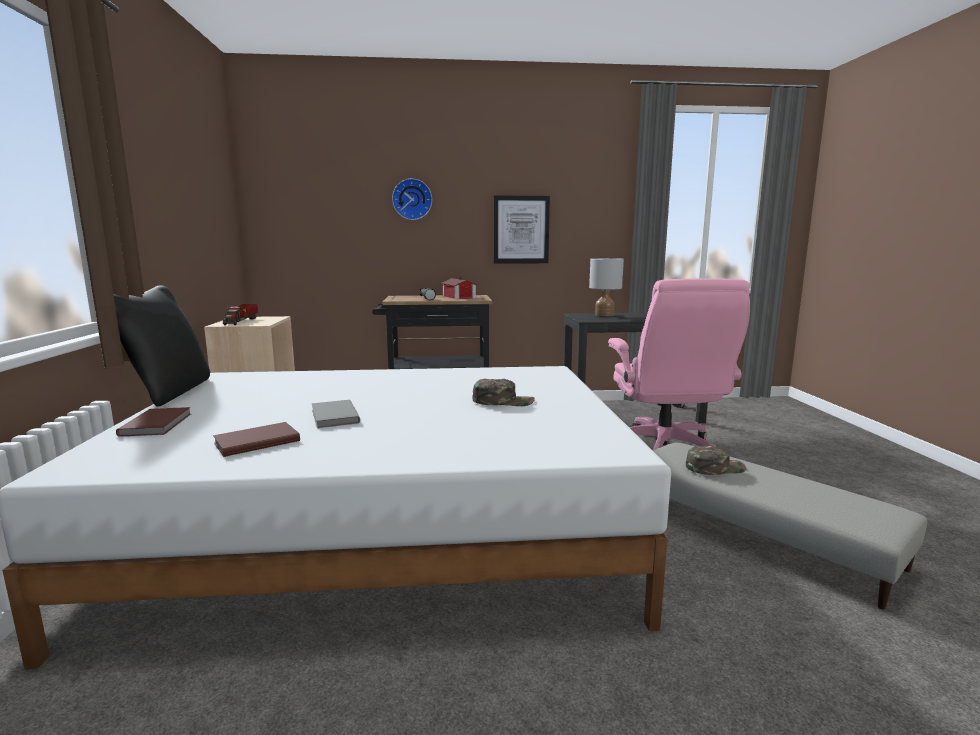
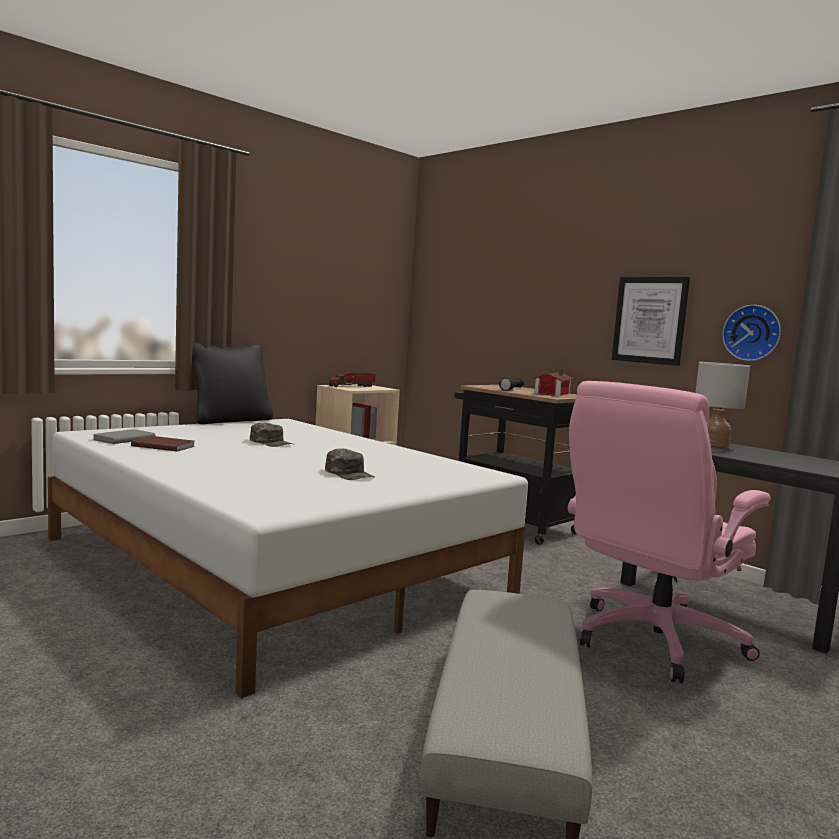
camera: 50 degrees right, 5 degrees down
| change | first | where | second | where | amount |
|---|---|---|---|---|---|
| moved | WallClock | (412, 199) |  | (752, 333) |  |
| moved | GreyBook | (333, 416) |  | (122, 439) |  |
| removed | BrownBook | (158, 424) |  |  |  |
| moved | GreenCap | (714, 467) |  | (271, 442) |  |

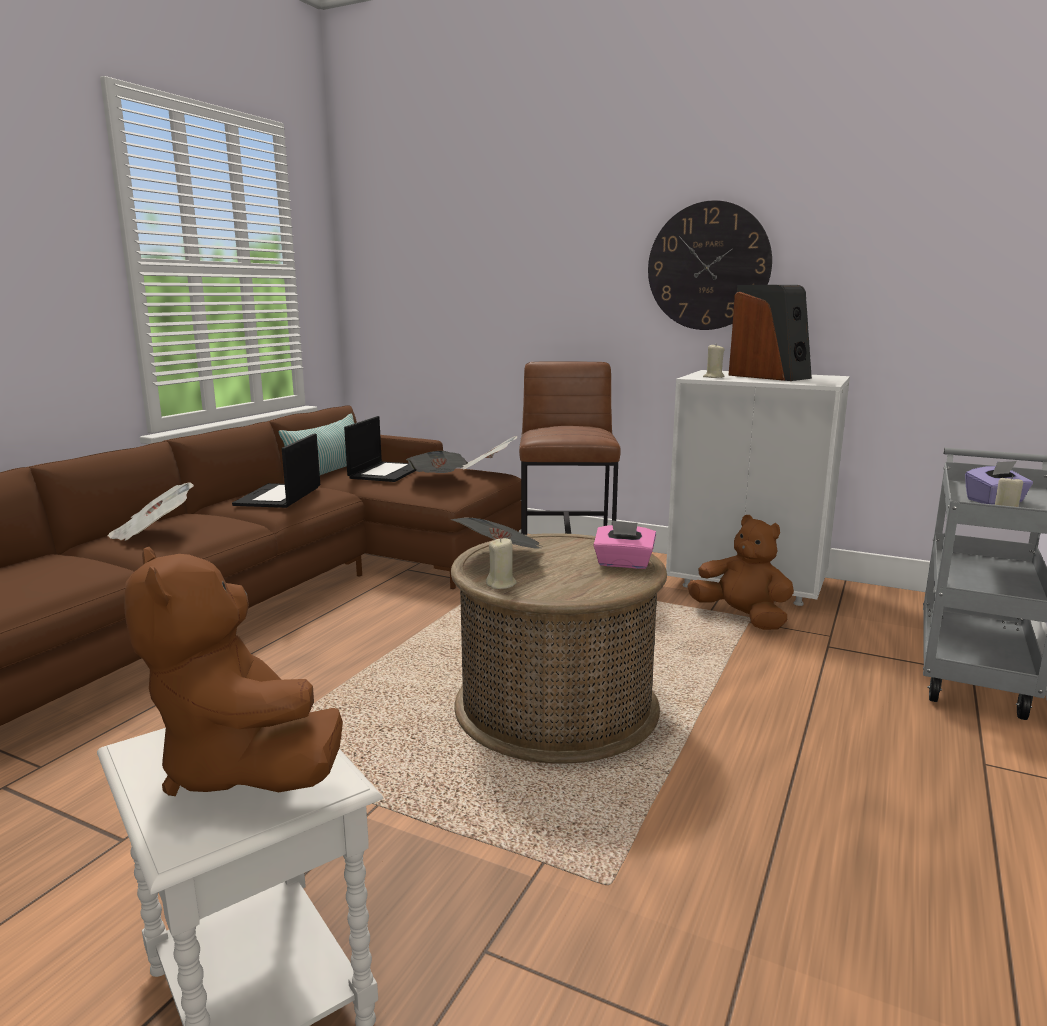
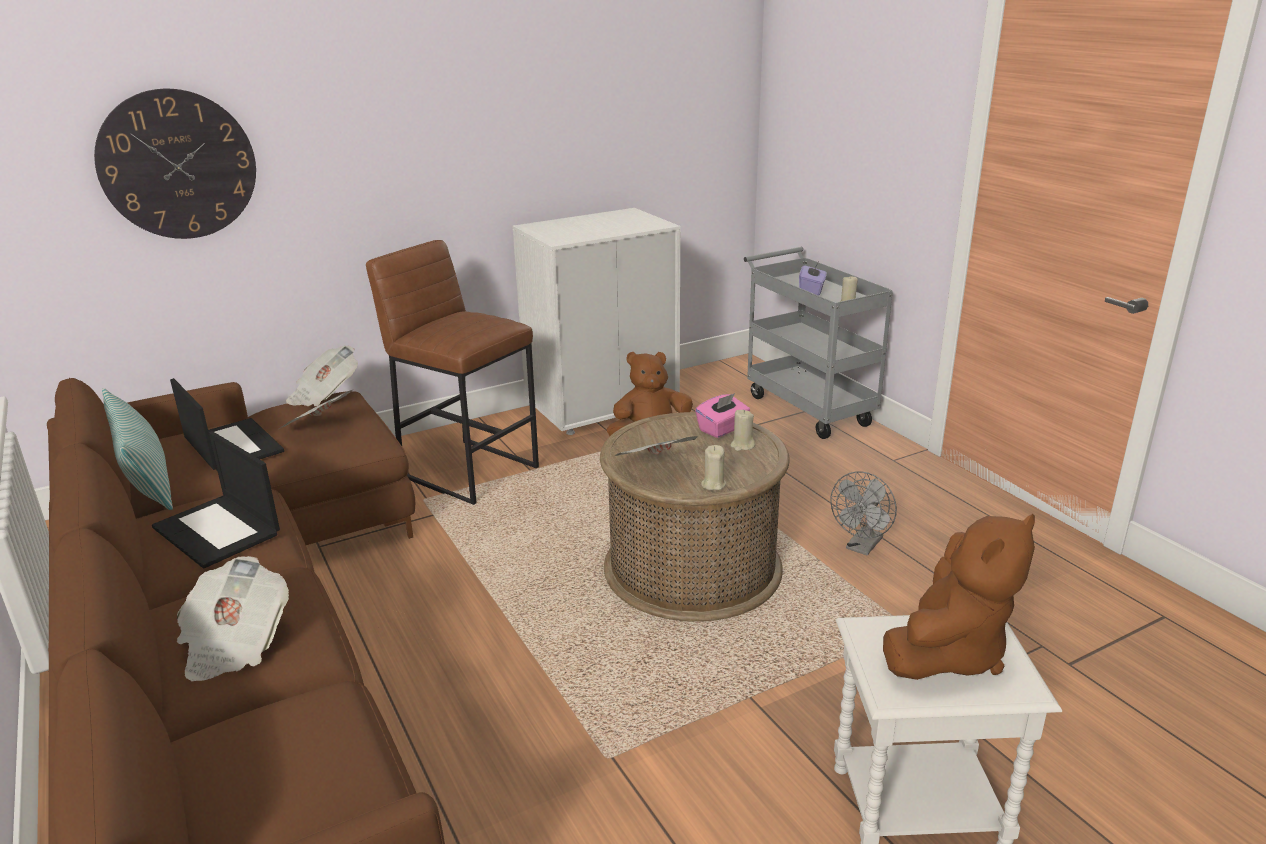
camera: 55 degrees left, 10 degrees up
| change | first | where | second | where | amount |
|---|---|---|---|---|---|
| moved | WallClock | (708, 266) |  | (178, 165) |  |
| removed | Speaker | (769, 376) |  |  |  |
| moved | BeigeCandle | (713, 377) |  | (742, 446) |  |
| turned | BrownPlushToy | (242, 767) |  | (948, 653) | 45 degrees counterclockwise |
| added |  |  | GreyFan | (862, 547) |  |

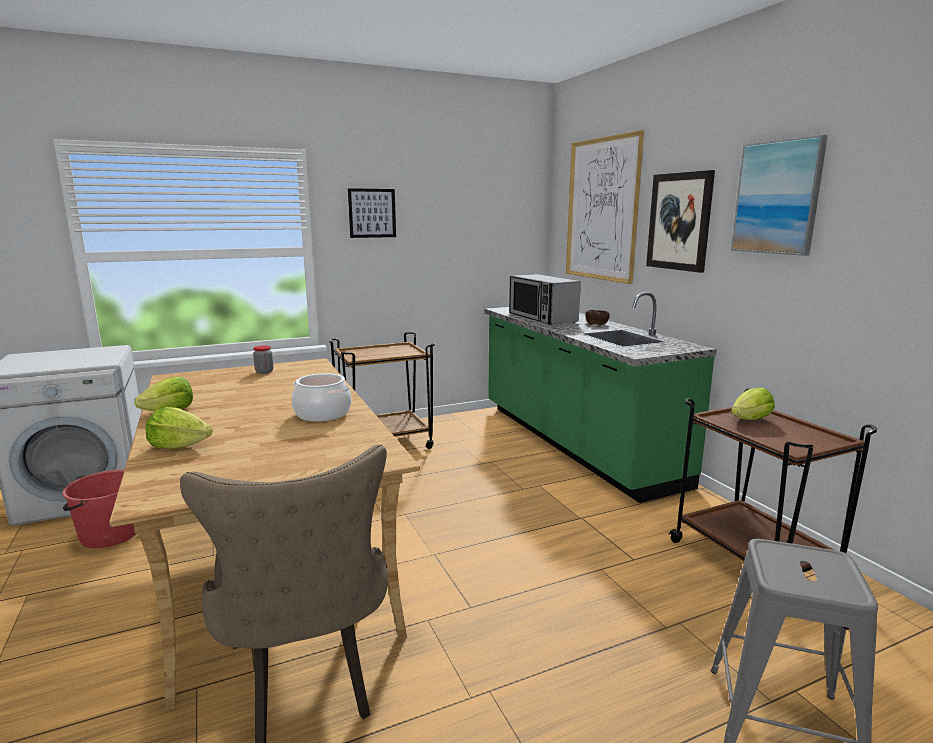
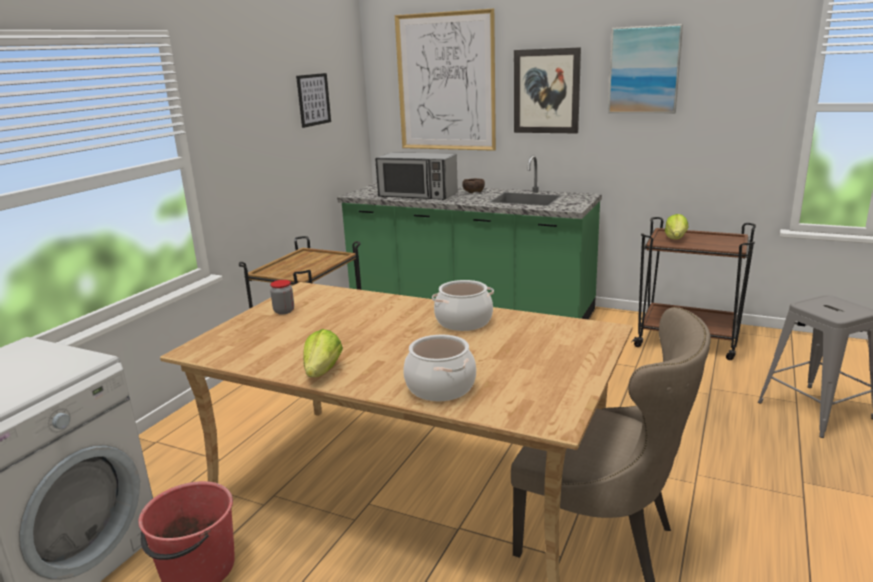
camera: 40 degrees left, 5 degrees up
| change | first | where | second | where | amount |
|---|---|---|---|---|---|
| moved | Picture | (372, 213) |  | (313, 99) |  |
| replaced | Lettuce | (179, 446) | CookingPot | (440, 387) |  |

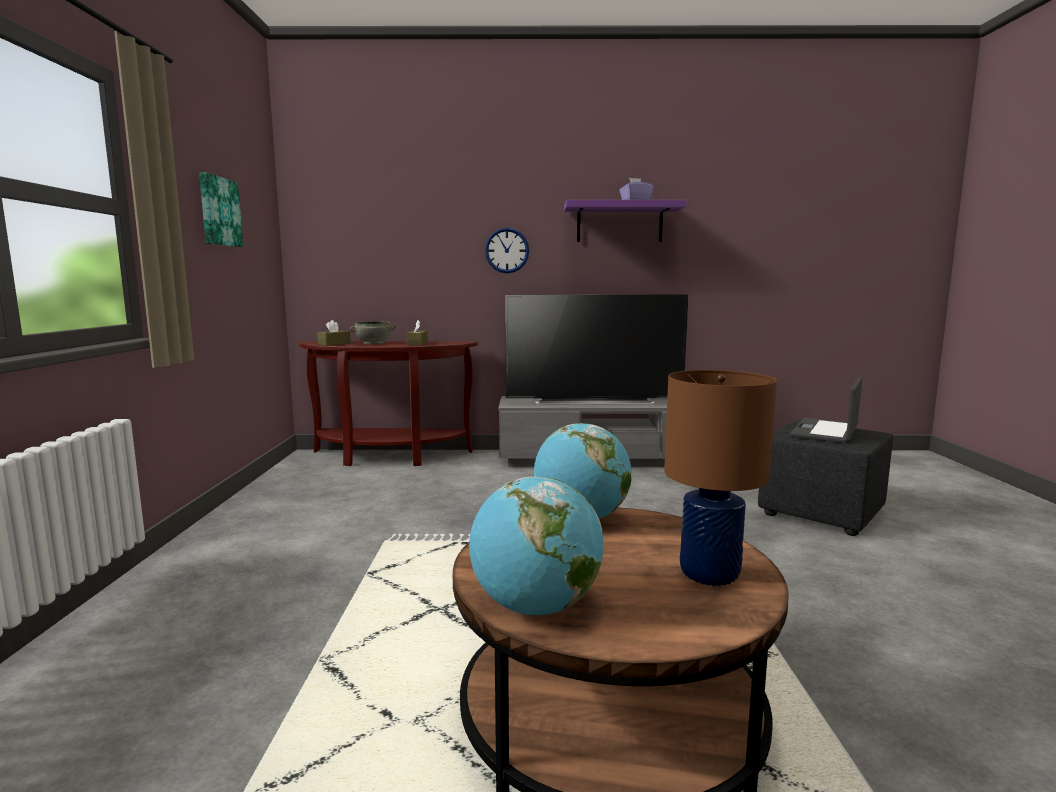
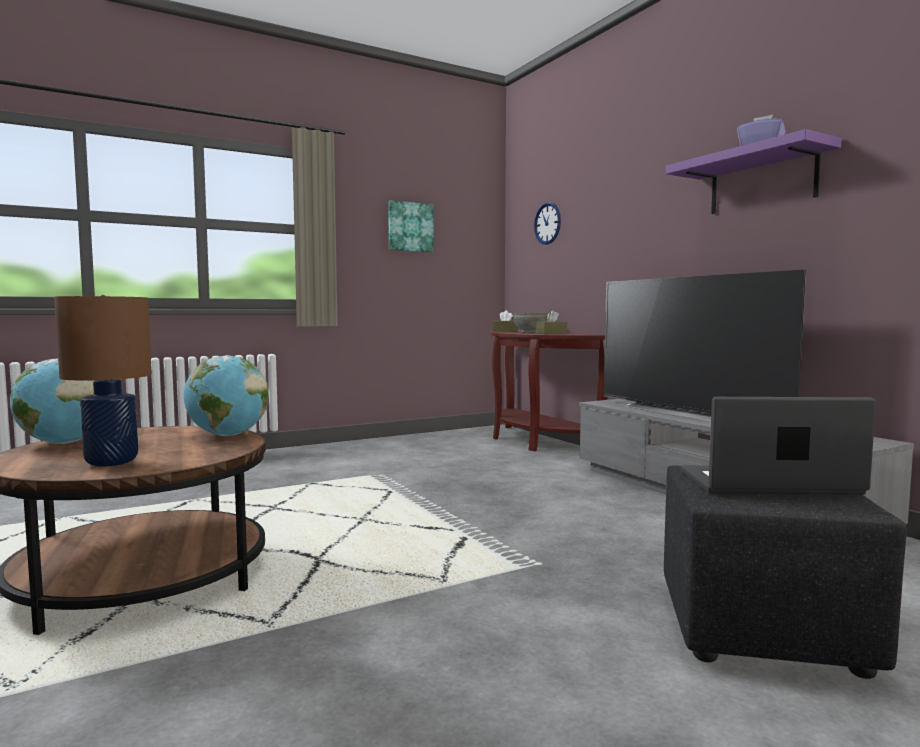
camera: 60 degrees right, 5 degrees down
| change | first | where | second | where | amount |
|---|---|---|---|---|---|
| moved | WallClock | (507, 250) |  | (547, 223) |  |

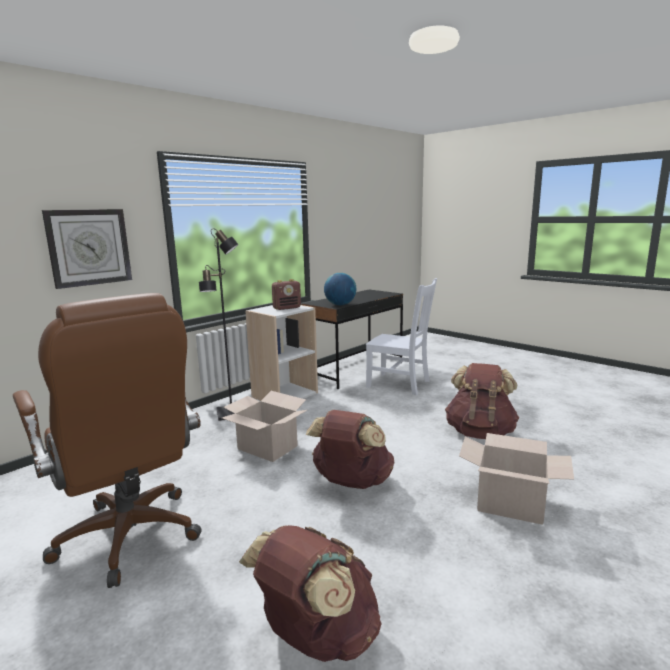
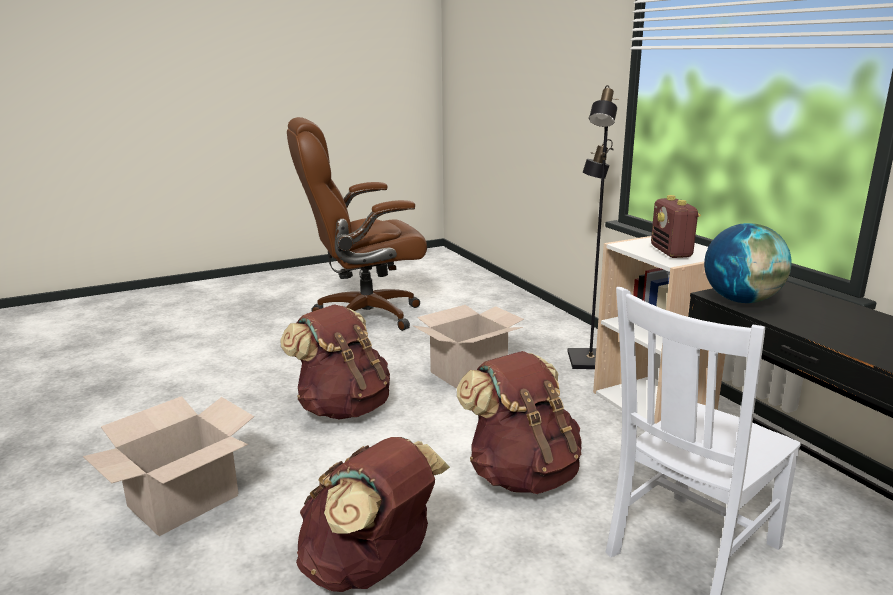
camera: 110 degrees right, 5 degrees up
| change | first | where | second | where | amount |
|---|---|---|---|---|---|
| removed | WallClock | (89, 247) |  |  |  |
| moved | BrownBackpack | (316, 637) |  | (522, 474) |  |

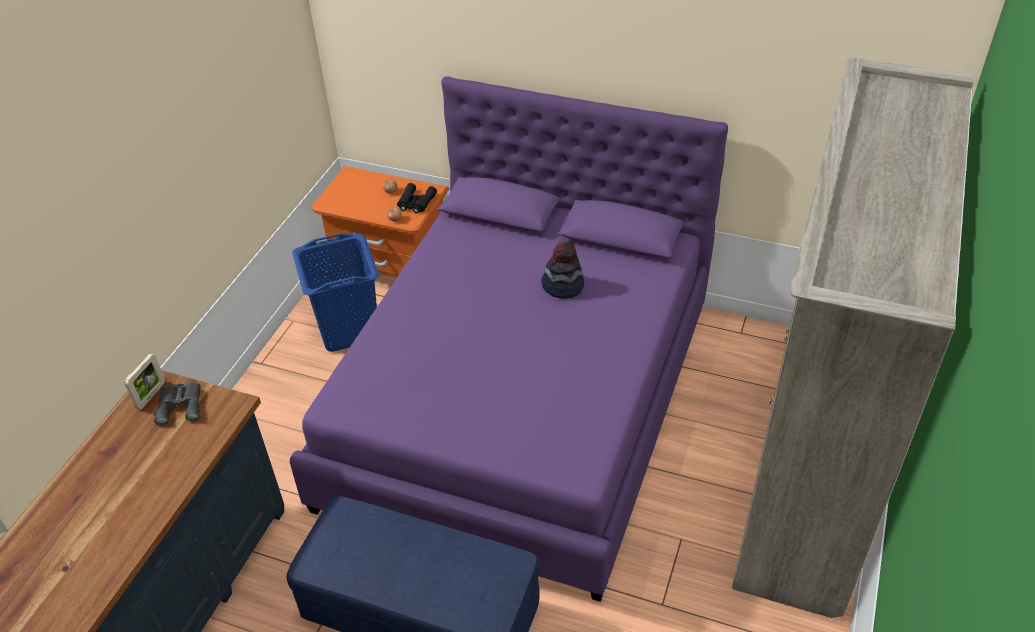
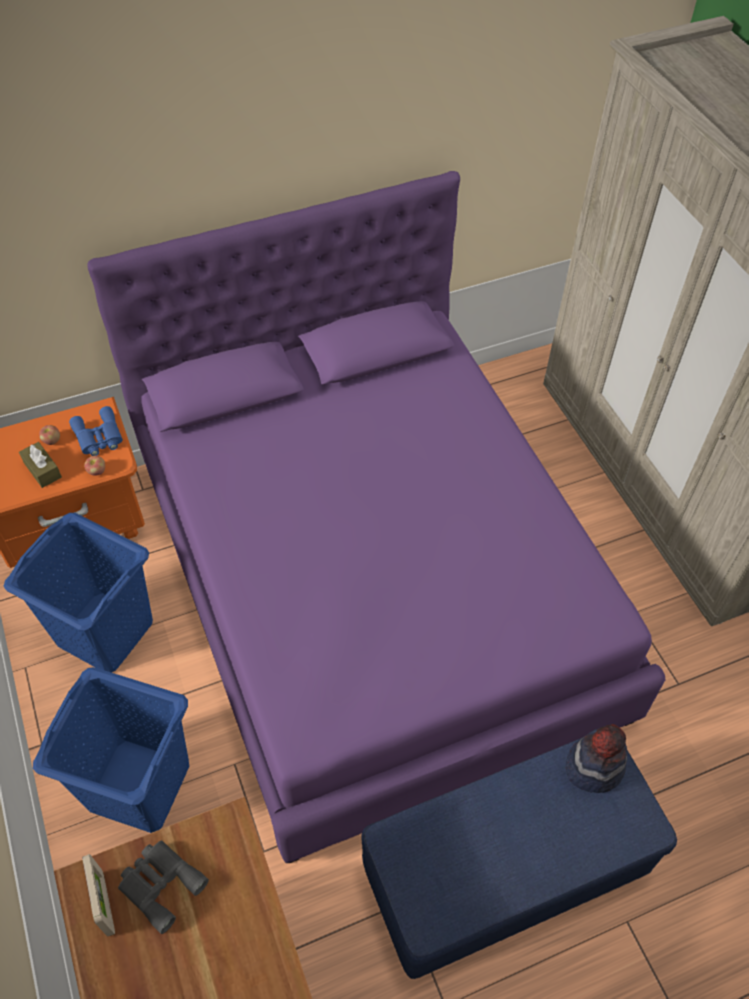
camera: 45 degrees left, 10 degrees up
| change | first | where | second | where | amount |
|---|---|---|---|---|---|
| recoloured | BlackBinoculars | (415, 203) | BlueBinoculars | (98, 437) |  |
| moved | Hat | (562, 286) |  | (593, 766) |  |
| added |  |  | BrownTissueBox | (42, 470) |  |
| added |  |  | BlueLaundryBasket | (139, 784) |  |

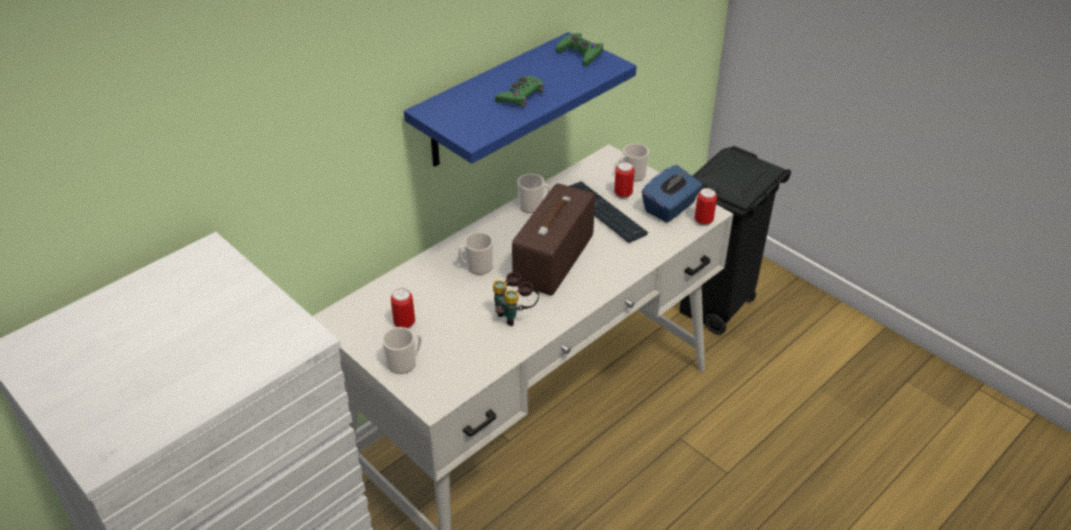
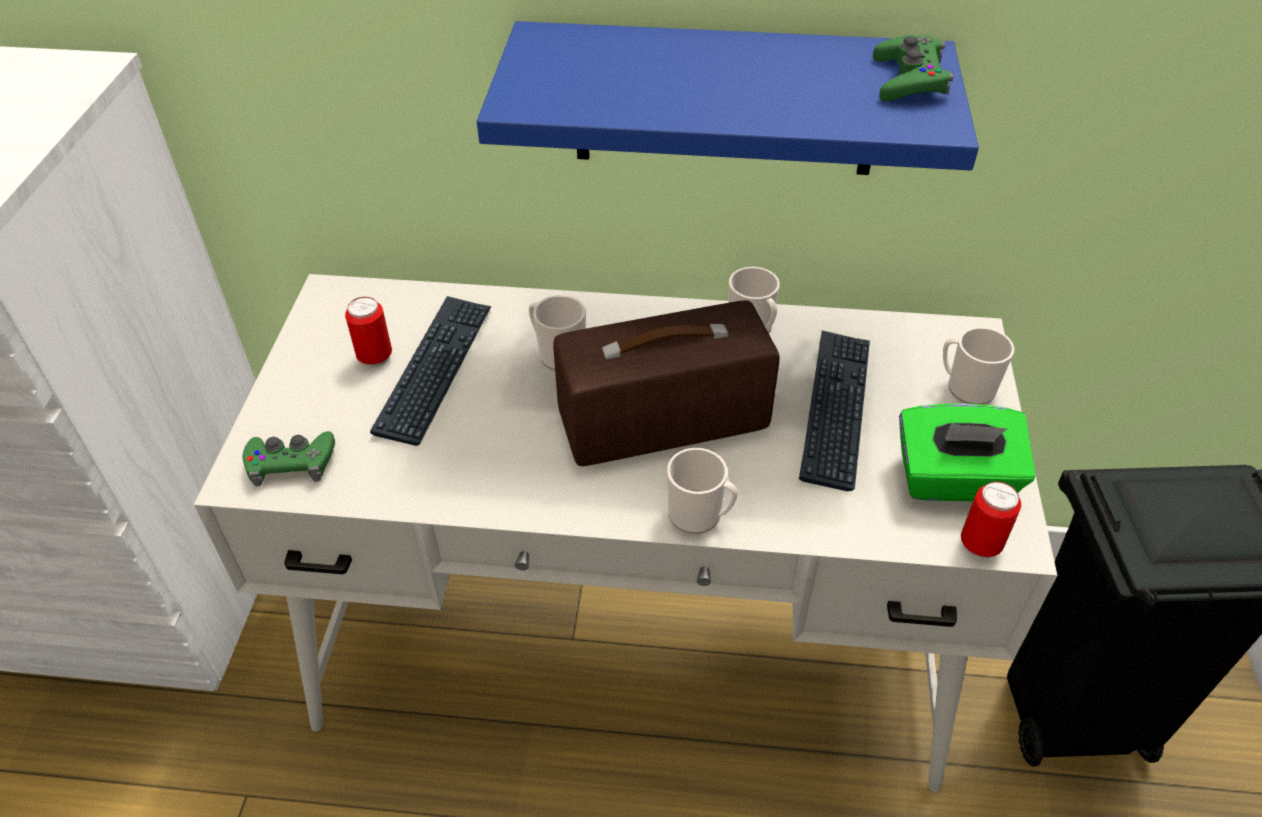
camera: 50 degrees right, 5 degrees up
| change | first | where | second | where | amount |
|---|---|---|---|---|---|
| moved | GreenGameController | (520, 96) |  | (291, 463) |  |
| removed | Can | (623, 194) |  |  |  |
| recoloured | BlueTissueBox | (670, 208) | GreenTissueBox | (954, 480) |  |
| removed | Binoculars | (515, 314) |  |  |  |
| moved | Mug | (405, 362) |  | (700, 515) |  |
| added |  |  | Keyboard | (435, 369) |  |

